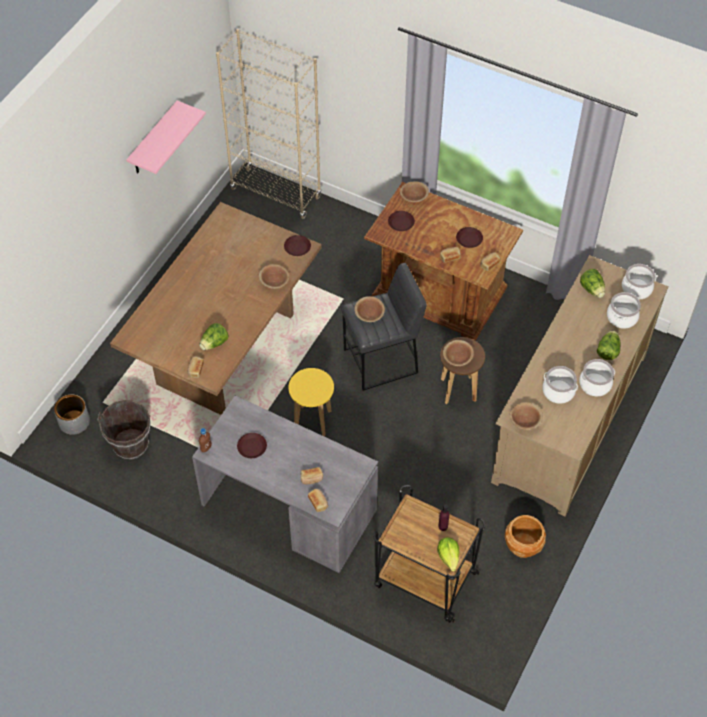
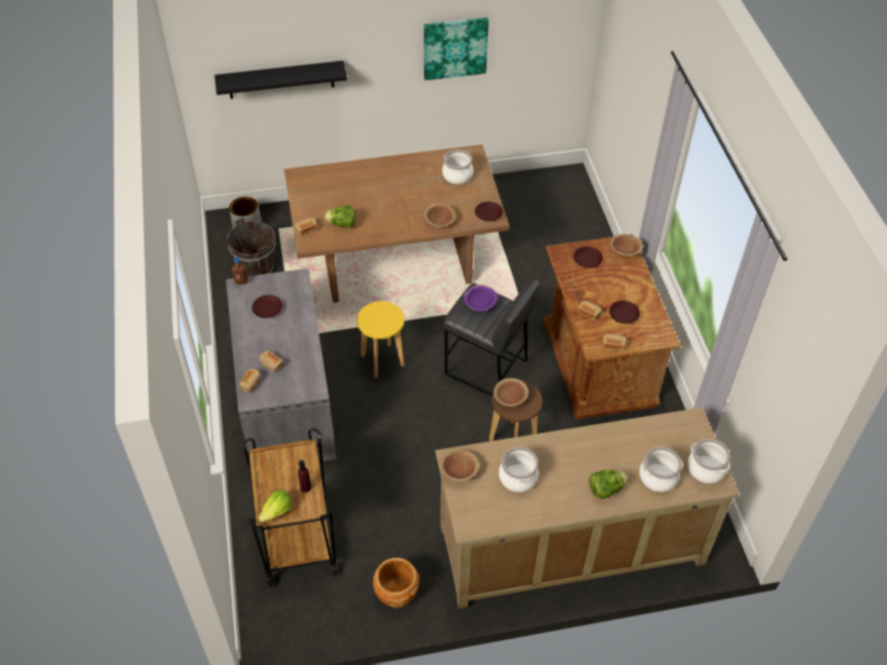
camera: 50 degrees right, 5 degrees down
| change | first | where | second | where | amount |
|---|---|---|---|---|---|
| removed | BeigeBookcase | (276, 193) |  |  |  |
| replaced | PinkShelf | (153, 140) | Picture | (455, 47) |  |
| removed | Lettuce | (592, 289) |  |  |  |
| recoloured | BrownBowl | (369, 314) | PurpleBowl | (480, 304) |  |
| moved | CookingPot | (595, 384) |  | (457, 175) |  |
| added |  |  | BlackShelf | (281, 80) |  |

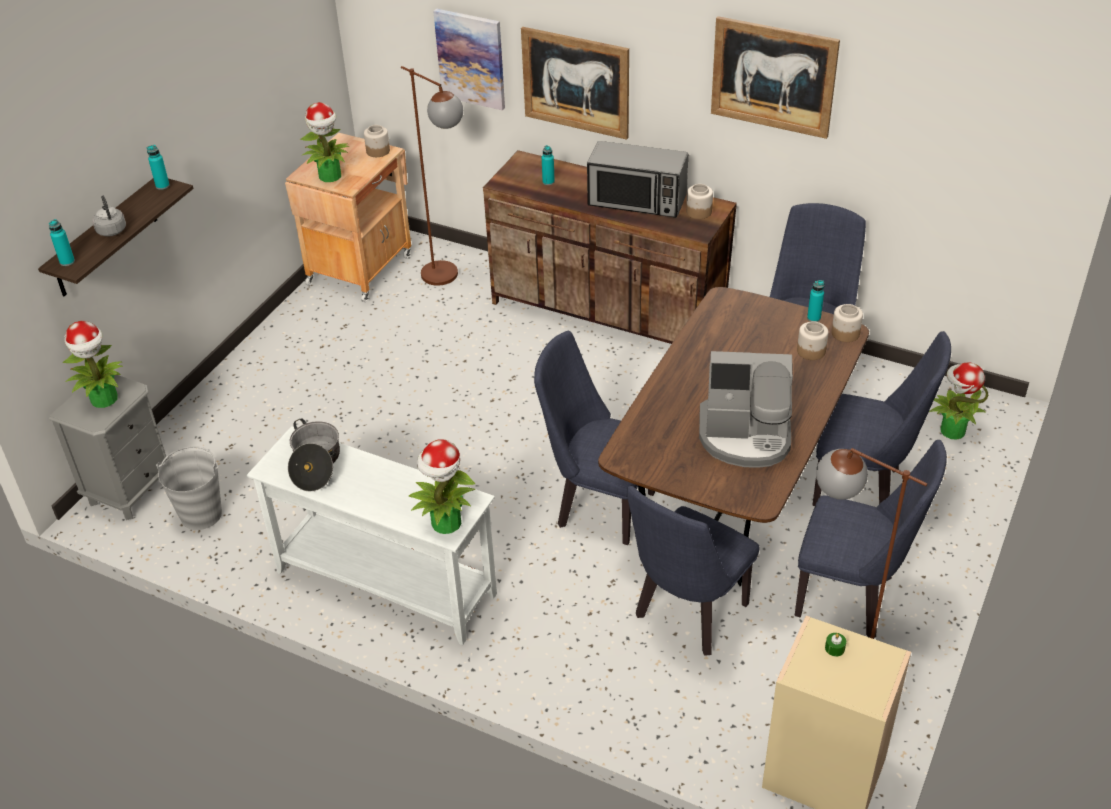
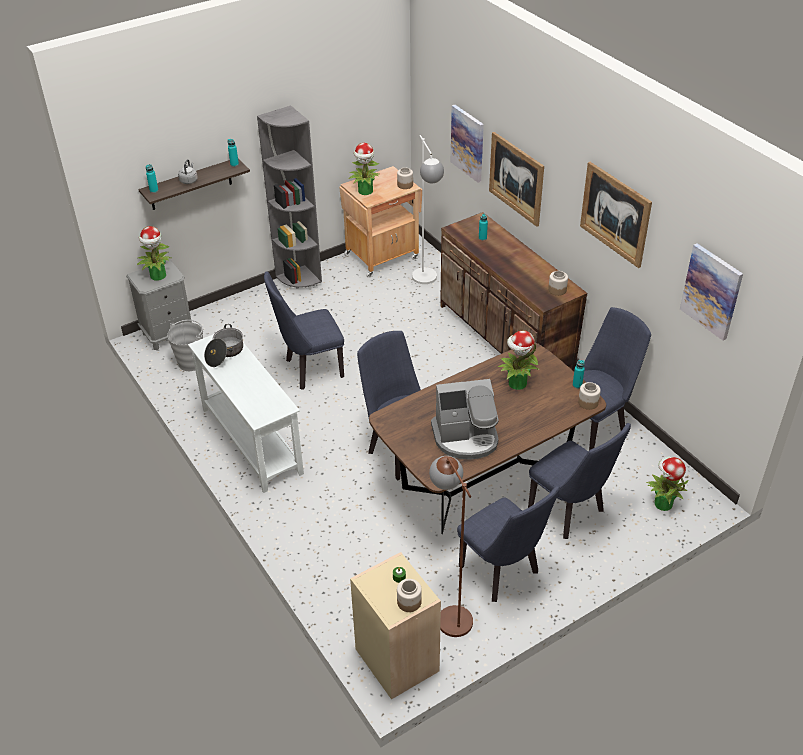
camera: 30 degrees right, 0 degrees up
| change | first | where | second | where | amount |
|---|---|---|---|---|---|
| recoloured | BrownFloorLamp | (449, 279) | WhiteFloorLamp | (427, 282) |  |
| removed | Microwave | (637, 201) |  |  |  |
| moved | Jar | (811, 351) |  | (409, 602) |  |
| turned | CoffeeMachine | (745, 436) |  | (466, 438) | 45 degrees counterclockwise |
| moved | PottedPlant | (446, 523) |  | (517, 384) |  |
| moved | BlueChair | (687, 617) |  | (309, 370) |  |
| added |  |  | GreyBookcase | (299, 282) |  |
| added |  |  | Picture | (711, 291) |  |

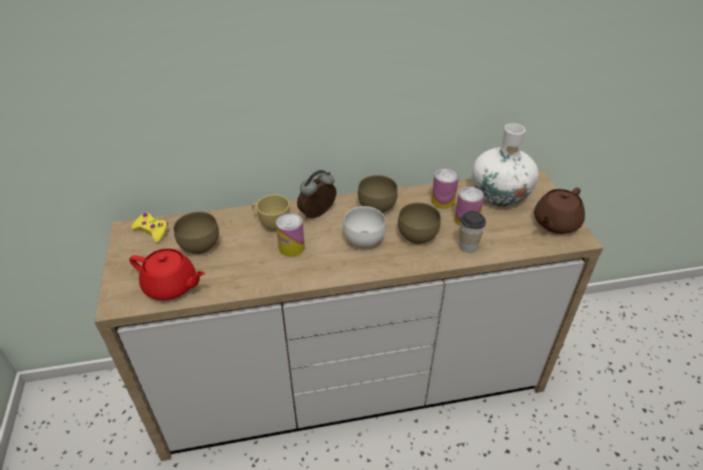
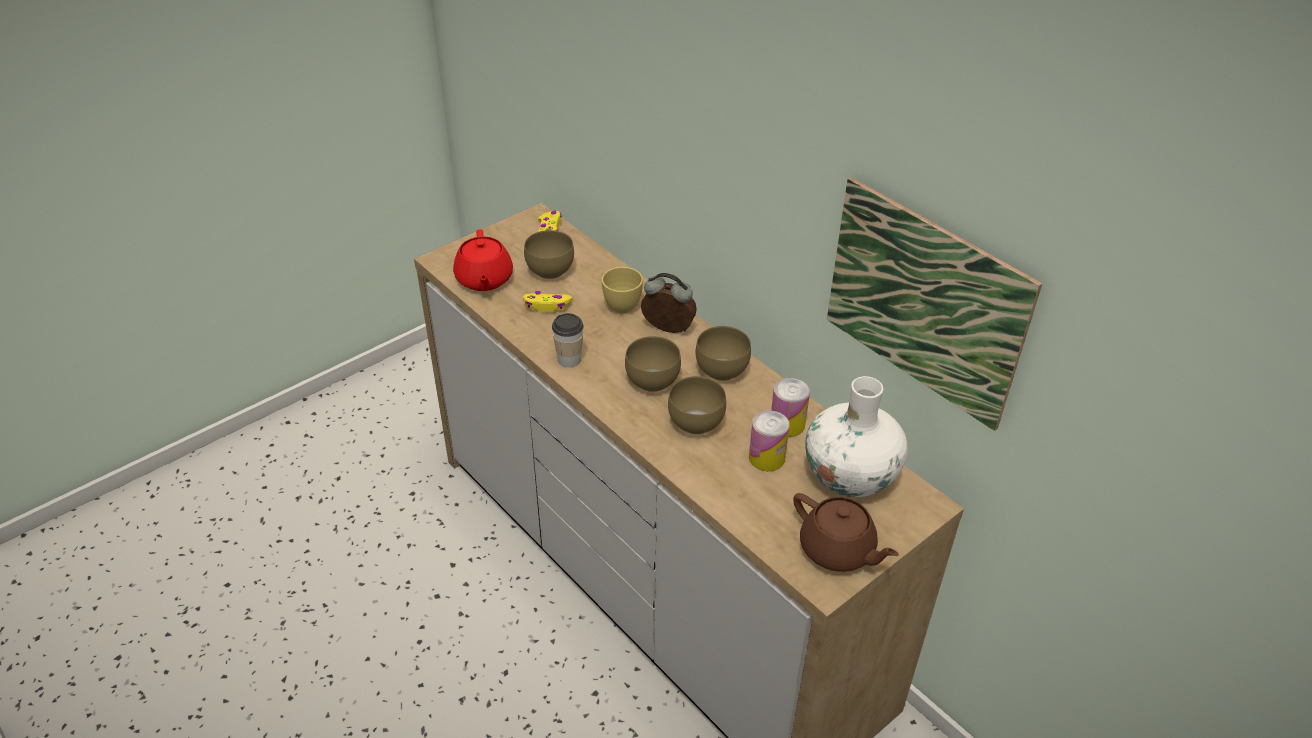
camera: 60 degrees right, 0 degrees up
| change | first | where | second | where | amount |
|---|---|---|---|---|---|
| turned | BrownTeapot | (555, 223) |  | (838, 550) | 150 degrees counterclockwise |
| recoloured | WhiteBowl | (365, 241) | BrownBowl | (652, 383) |  |
| moved | Cup | (468, 246) |  | (569, 359) |  |
| removed | Can | (291, 247) |  |  |  |
| added |  |  | Picture | (924, 302) |  |
| added |  |  | YellowGameController | (547, 306) |  |

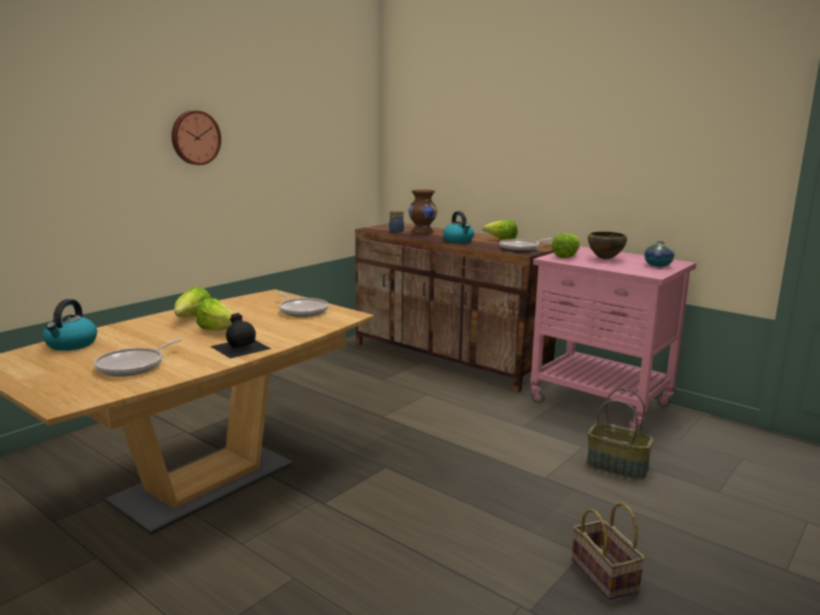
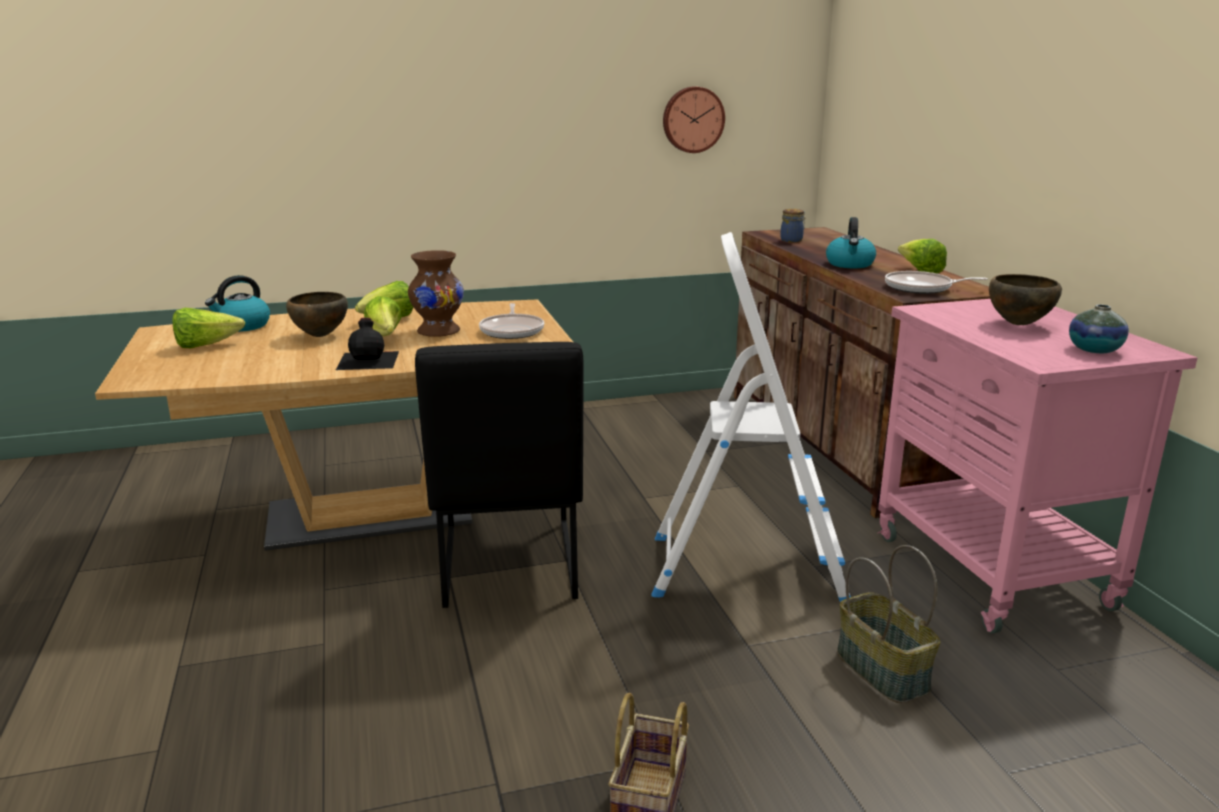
camera: 35 degrees right, 5 degrees up
| change | first | where | second | where | amount |
|---|---|---|---|---|---|
| moved | WallClock | (195, 137) |  | (692, 119) |  |
| moved | BrownVase | (422, 232) |  | (438, 332) |  |
| moved | Lettuce | (566, 256) |  | (206, 346) |  |
| removed | FryingPan | (133, 366) |  |  |  |
| added |  |  | WhiteStepLadder | (750, 569) |  |
| added |  |  | BrownBowl | (320, 336) |  |
| added |  |  | BlackChair | (507, 565) |  |

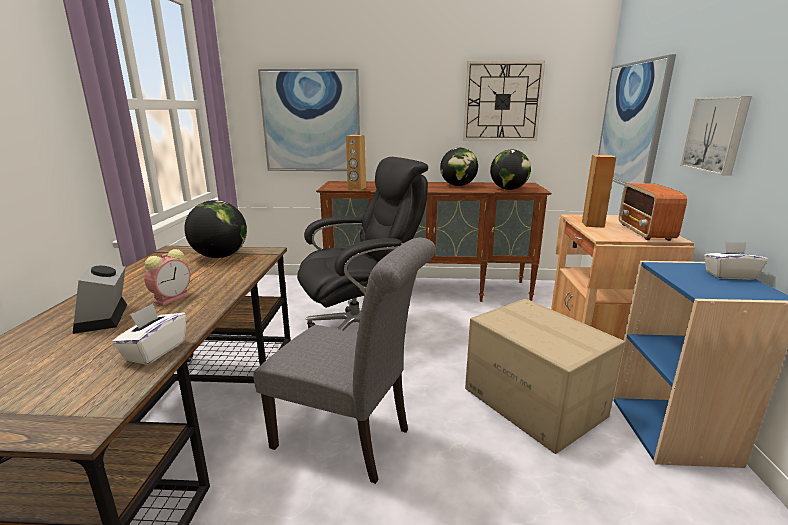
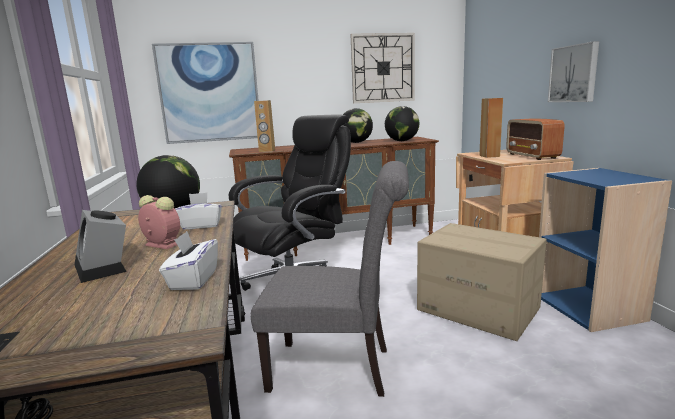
camera: 15 degrees left, 5 degrees down
| change | first | where | second | where | amount |
|---|---|---|---|---|---|
| removed | Picture | (631, 124) |  |  |  |
| moved | WhiteTissueBox | (729, 275) |  | (201, 225) |  |
| turned | AlarmClock | (172, 297) |  | (161, 244) | 75 degrees counterclockwise |

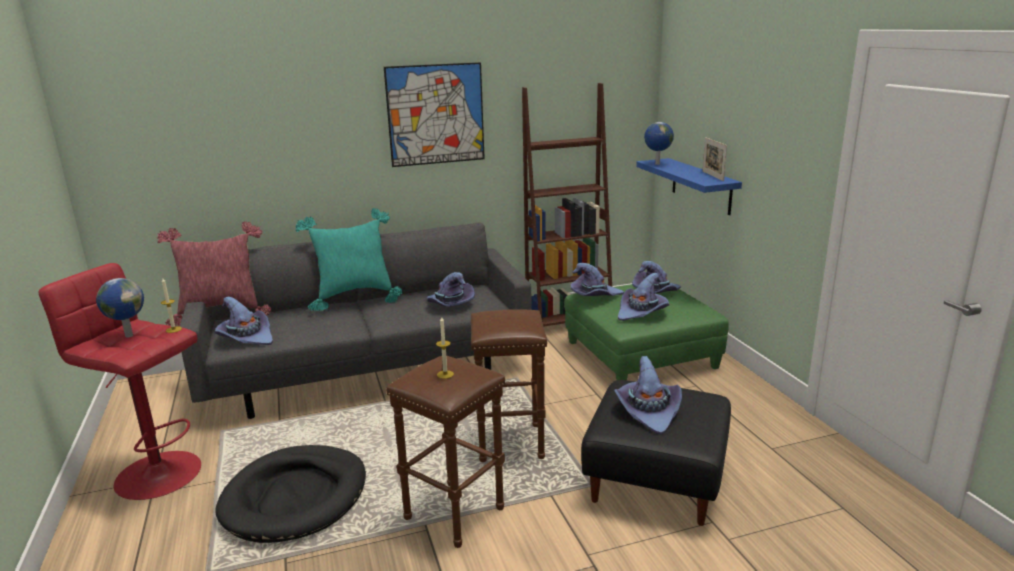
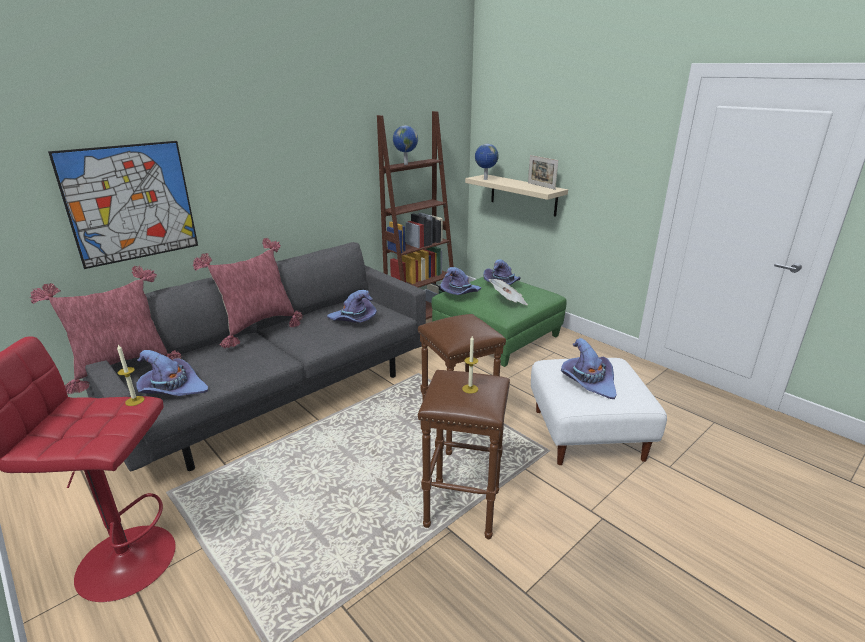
camera: 25 degrees left, 5 degrees up
| change | first | where | second | where | amount |
|---|---|---|---|---|---|
| moved | Picture | (436, 114) |  | (130, 203) |  |
| recoloured | BlueShelf | (701, 186) | BeigeShelf | (523, 195) |  |
| recoloured | TurquoisePillow | (354, 303) | RedPillow | (258, 333) |  |
| replaced | PurpleHat | (642, 312) | Newspaper | (508, 301) |  |
| moved | Globe | (128, 335) |  | (405, 164) |  |
| recoloured | BlackOttoman | (656, 481) | WhiteOttoman | (588, 434) |  |
| removed | BlackDogBed | (295, 497) |  |  |  |

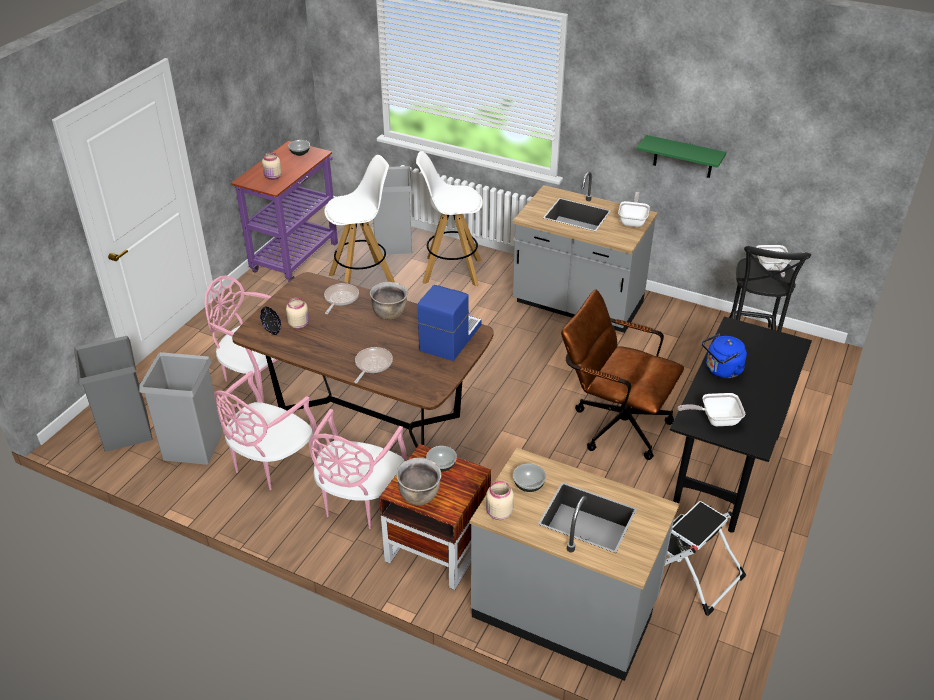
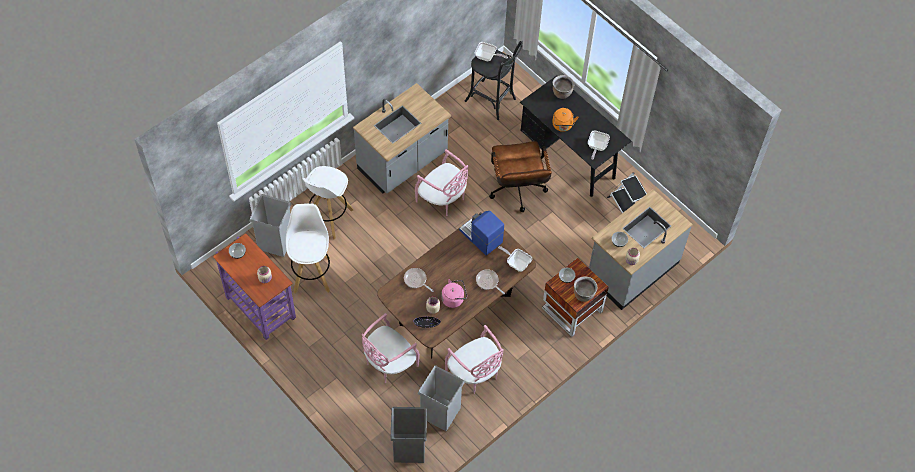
camera: 70 degrees left, 20 degrees up
| change | first | where | second | where | amount |
|---|---|---|---|---|---|
| removed | GreenShelf | (683, 157) |  |  |  |
| moved | FryingPan | (633, 220) |  | (516, 263) |  |
| moved | BrownCookingPot | (390, 314) |  | (561, 93) |  |
| turned | BrownOfficeChair | (614, 423) |  | (517, 192) | 60 degrees counterclockwise |
| recoloured | BlueKettle | (721, 370) | OrangeKettle | (562, 126) |  |
| moved | PinkChair | (360, 501) |  | (442, 199) |  |
| added |  |  | PinkKettle | (454, 299) |  |

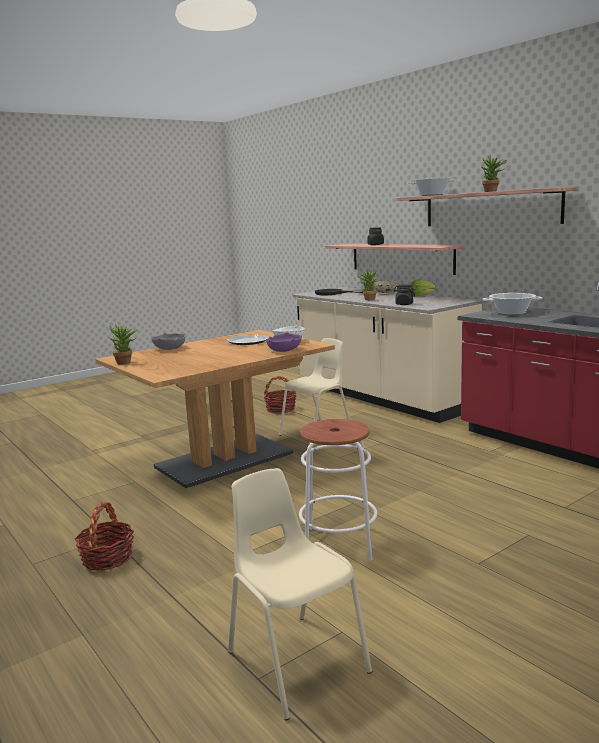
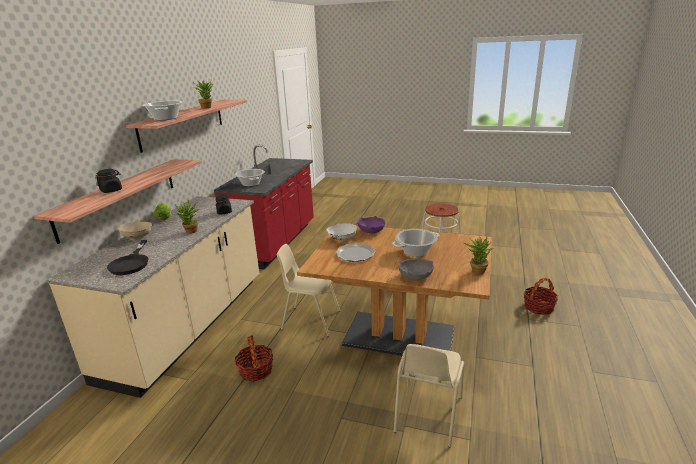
camera: 125 degrees left, 10 degrees up
| change | first | where | second | where | amount |
|---|---|---|---|---|---|
| moved | BeigeChair | (296, 661) |  | (427, 415) |  |
| added |  |  | CookingPot | (415, 251) |  |

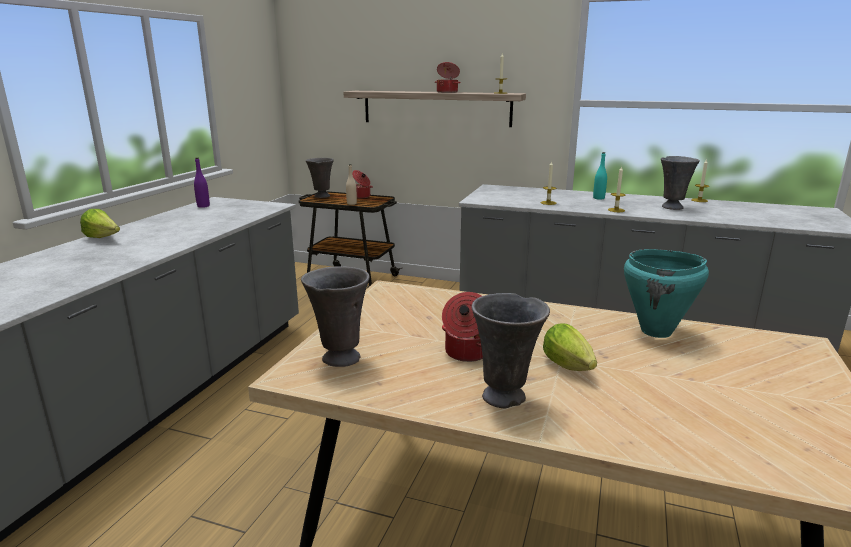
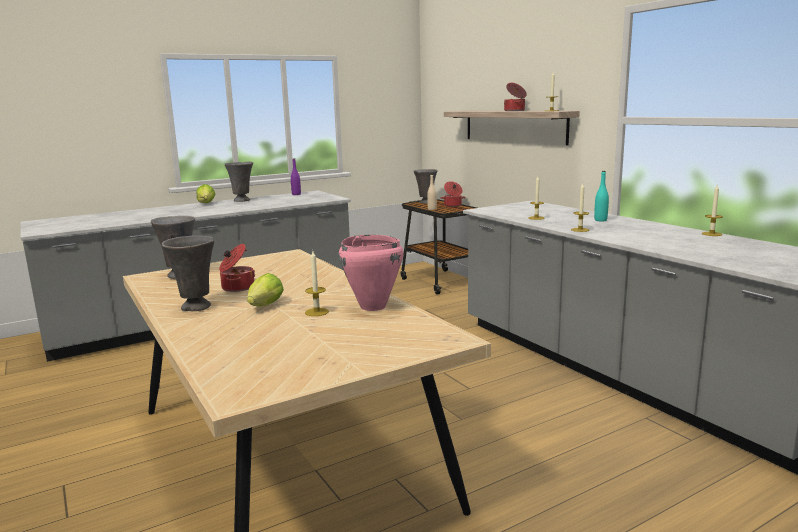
camera: 40 degrees right, 5 degrees down
| change | first | where | second | where | amount |
|---|---|---|---|---|---|
| moved | GreyVase | (672, 207) |  | (242, 200) |  |
| recoloured | TurquoiseCookingPot | (656, 331) | PinkCookingPot | (372, 307) |  |
| added |  |  | Candle | (316, 312) |  |

